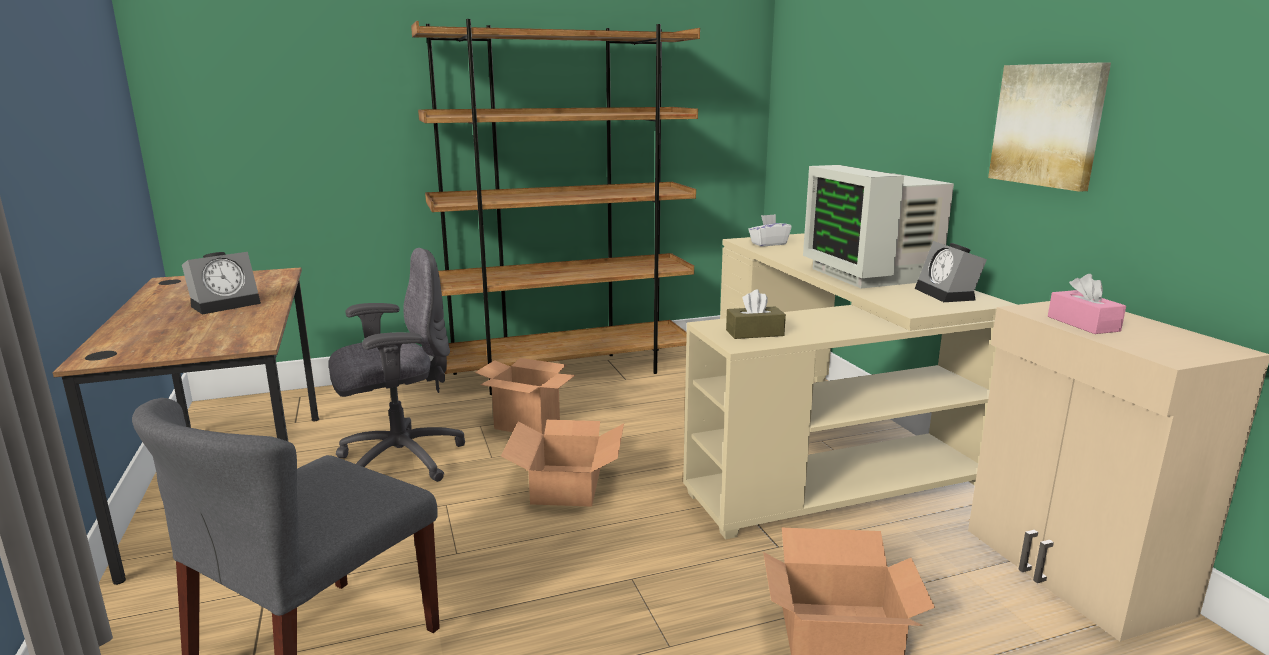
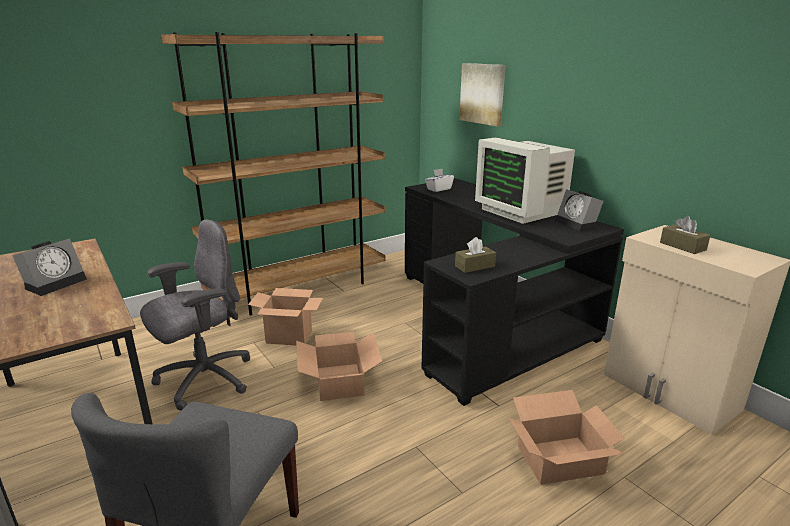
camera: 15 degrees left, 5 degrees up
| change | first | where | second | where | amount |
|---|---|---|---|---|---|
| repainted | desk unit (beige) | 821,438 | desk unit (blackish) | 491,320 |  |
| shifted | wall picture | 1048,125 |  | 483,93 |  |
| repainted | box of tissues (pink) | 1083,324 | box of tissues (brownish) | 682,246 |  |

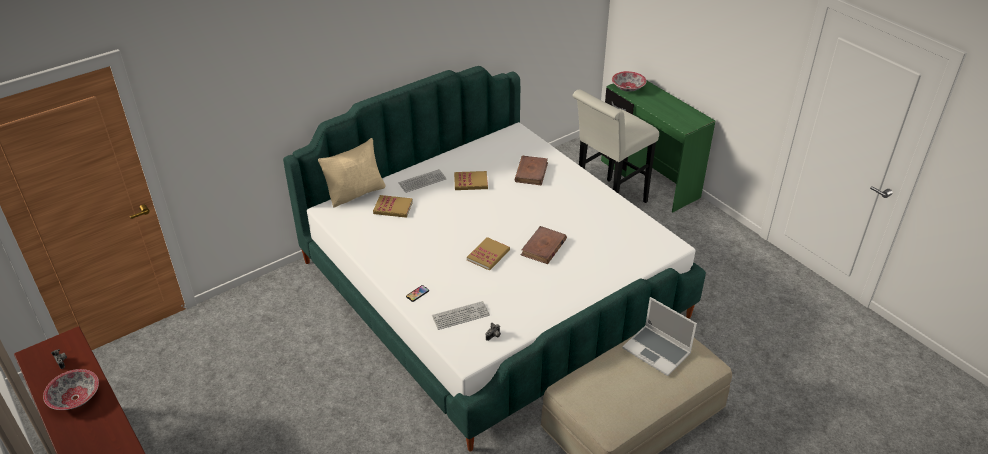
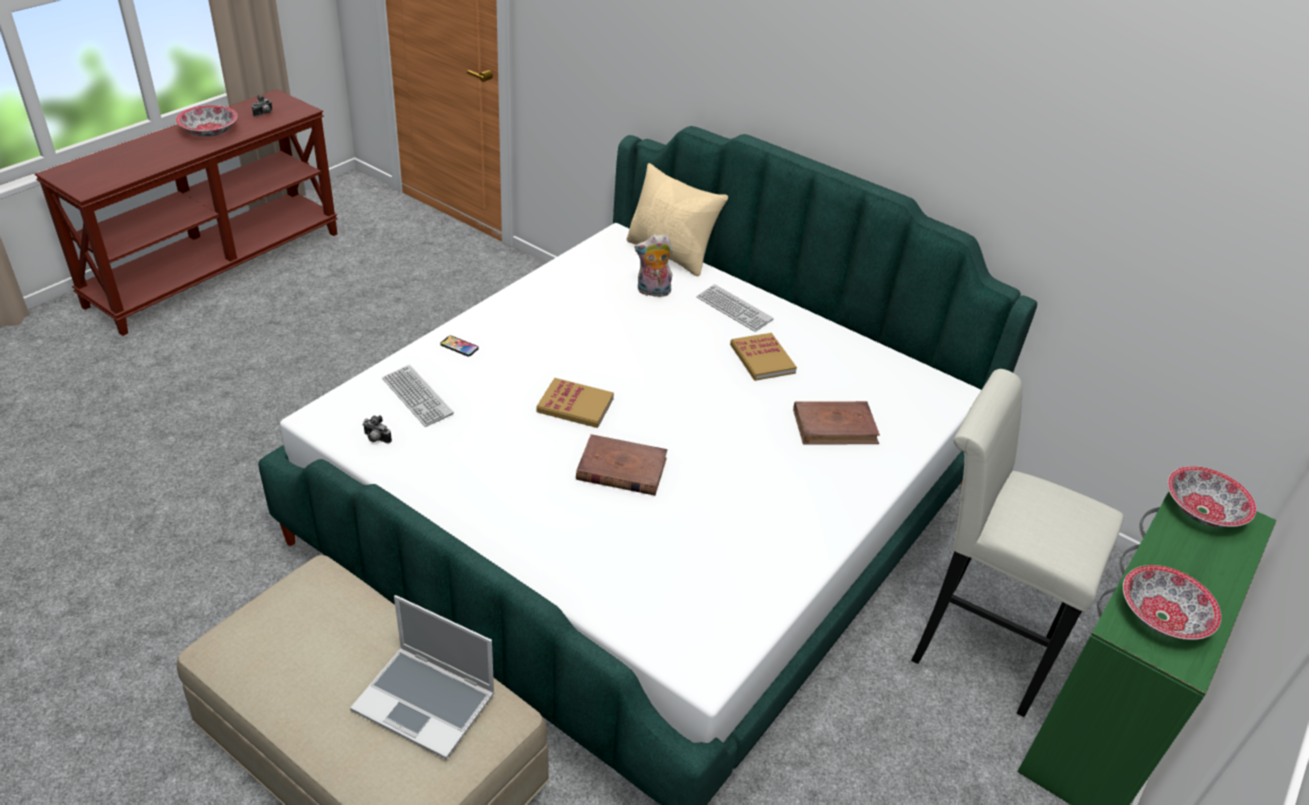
camera: 70 degrees right, 0 degrees up
| change | first | where | second | where | amount |
|---|---|---|---|---|---|
| rotated | portable computer | 657,351 |  | 427,702 | 90 degrees counterclockwise |
| swapped | book | 393,208 | soft toy | 652,292 |  |
| new |  |  | bowl | 1161,616 |  |

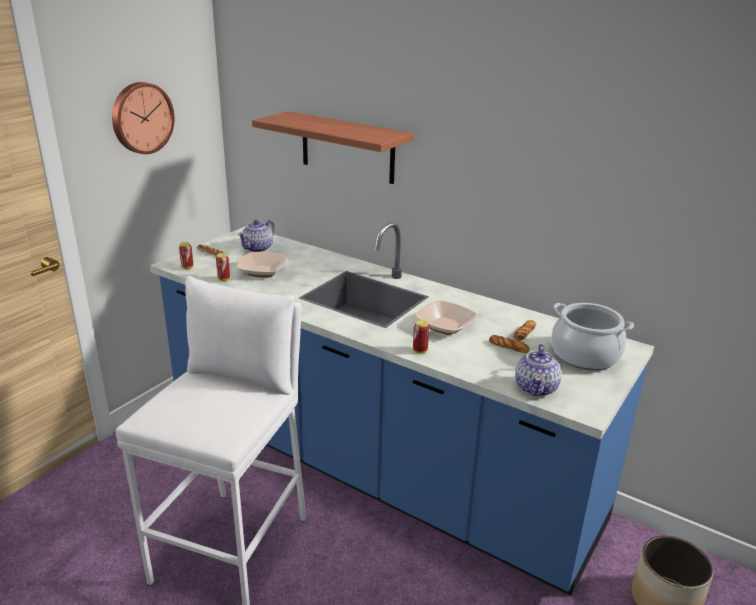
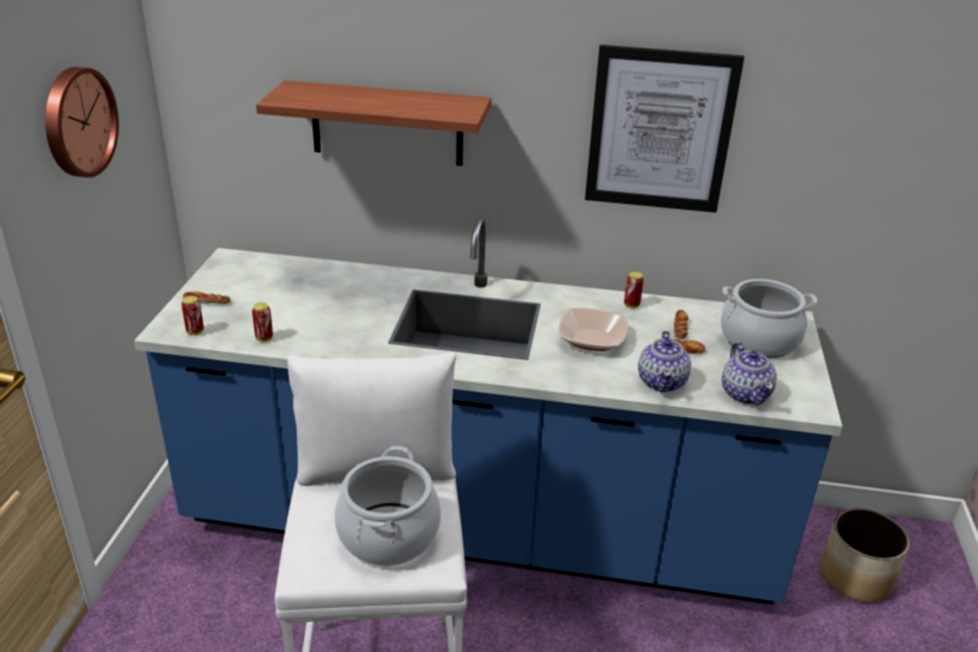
camera: 25 degrees left, 5 degrees up
| change | first | where | second | where | amount |
|---|---|---|---|---|---|
| new |  |  | saucepot | 388,534 |  |
| new |  |  | wall picture | 660,130 |  |
| shifted | sealed can | 420,351 |  | 631,305 |  |
| shifted | pot for tea | 258,248 |  | 662,381 |  |
| gone | bowl | 262,271 |  |  |  |

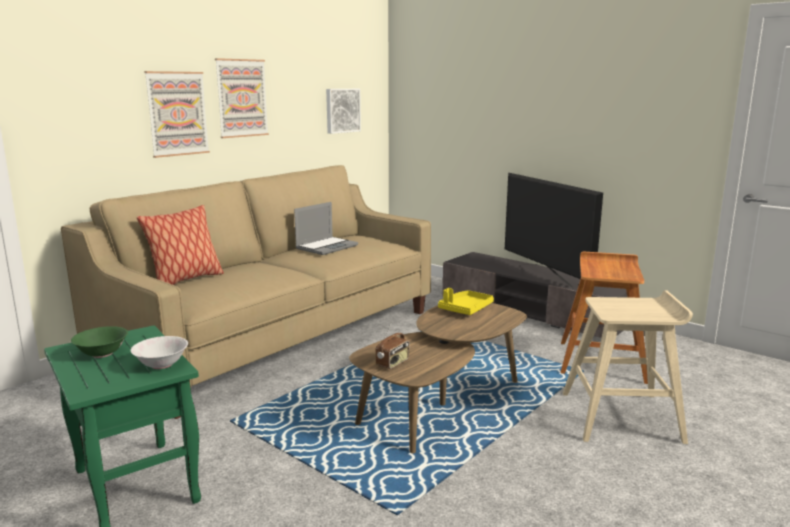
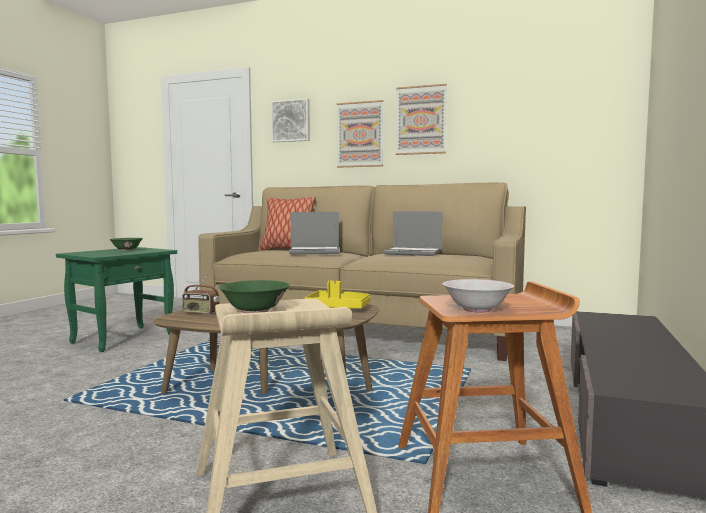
camera: 70 degrees right, 10 degrees down
| change | first | where | second | where | amount |
|---|---|---|---|---|---|
| new |  |  | bowl (green) | 255,311 |  |
| shifted | wall picture | 342,110 |  | 291,121 |  |
| new |  |  | portable computer | 315,252 |  |
| shifted | bowl (whitish) | 161,364 |  | 476,309 |  |
| gone | TV | 545,275 |  |  |  |

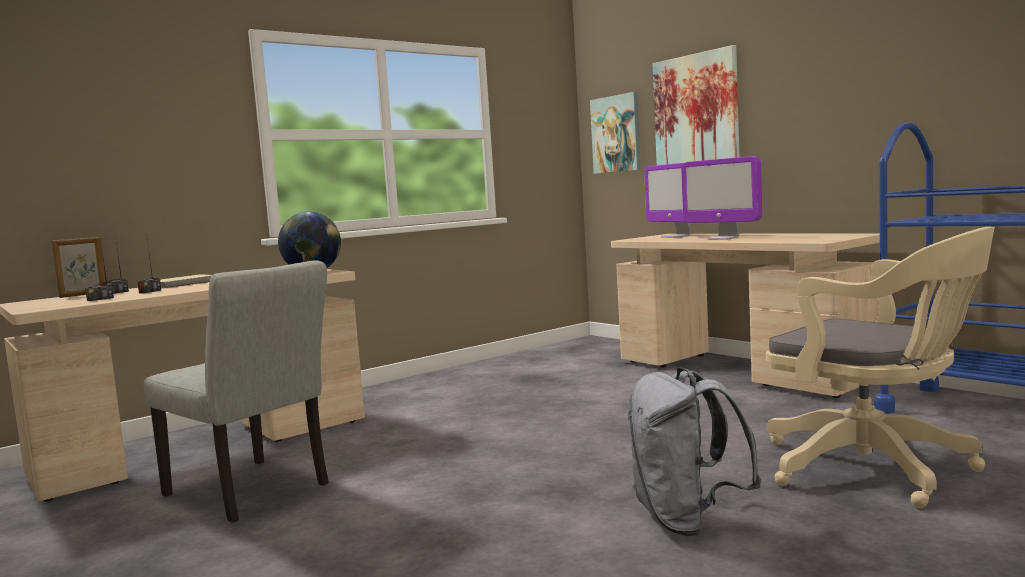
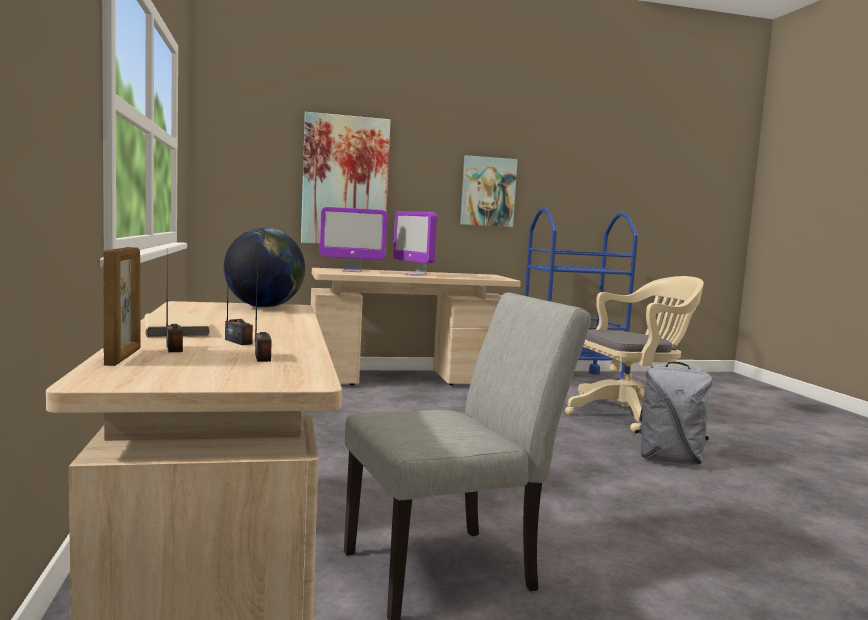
camera: 65 degrees left, 0 degrees up
| change | first | where | second | where | amount |
|---|---|---|---|---|---|
| rotated | computer screen | 723,238 |  | 413,274 | 75 degrees clockwise |
| shifted | wall picture | 616,134 |  | 488,191 |  |

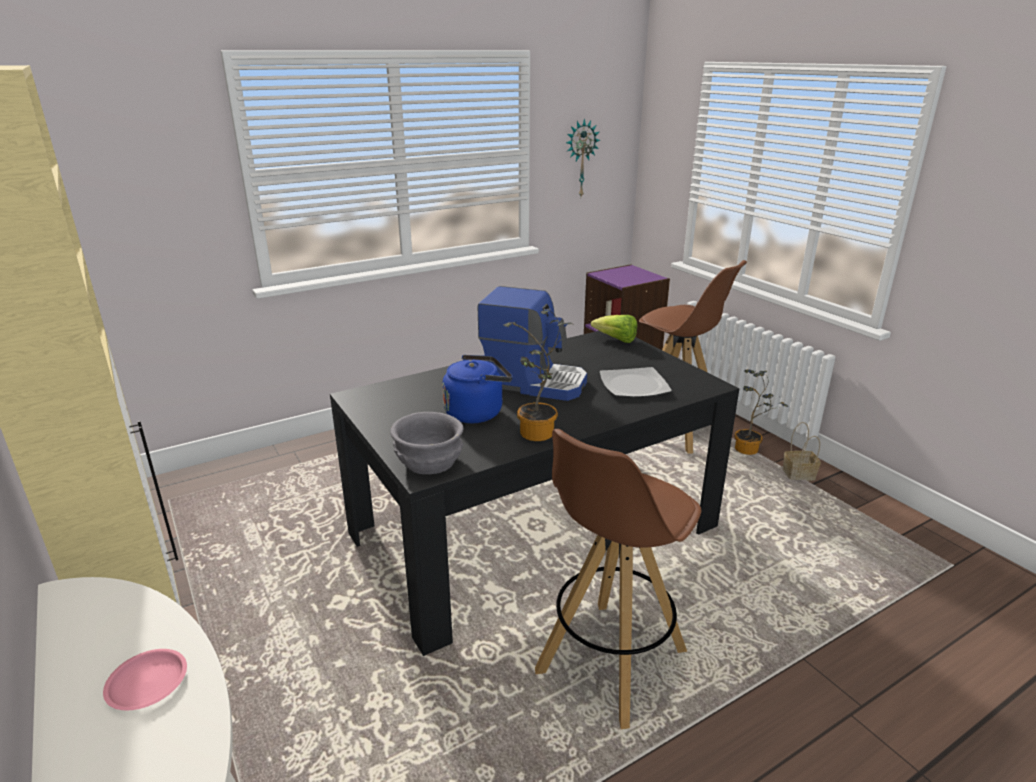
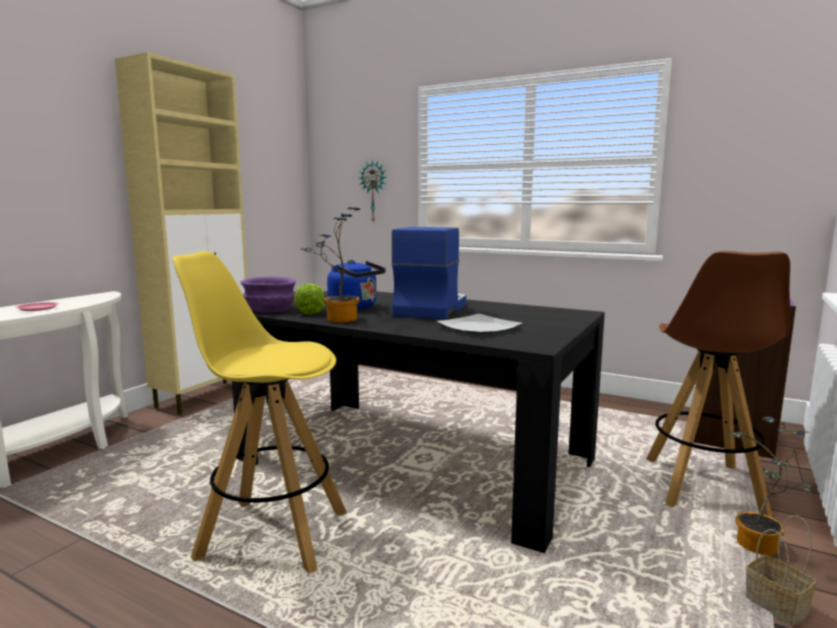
camera: 60 degrees right, 15 degrees down
| change | first | where | second | where | amount |
|---|---|---|---|---|---|
| repainted | stool seat (brownish) | 610,662 | stool seat (yellowish) | 271,534 |  |
| repainted | bowl (greyish) | 428,462 | bowl (purple-coloured) | 270,309 |  |
| shifted | lettuce head | 616,340 |  | 311,312 |  |
| shifted | clock on the wall | 580,158 |  | 374,191 |  |
| rotated | coffee brewer | 533,382 |  | 430,309 | 150 degrees counterclockwise |

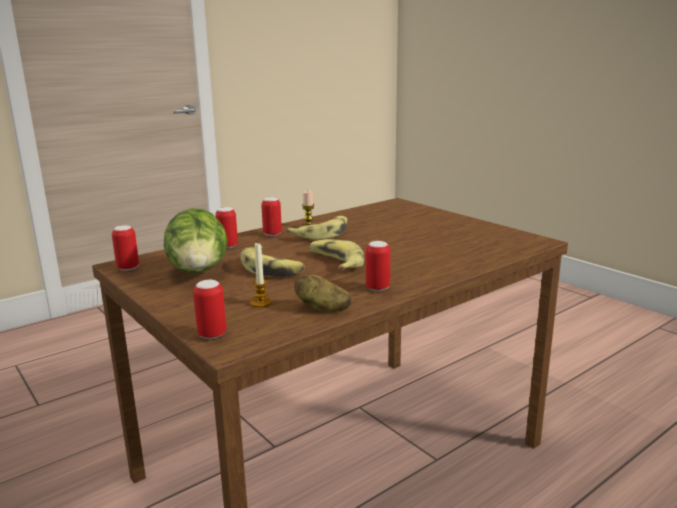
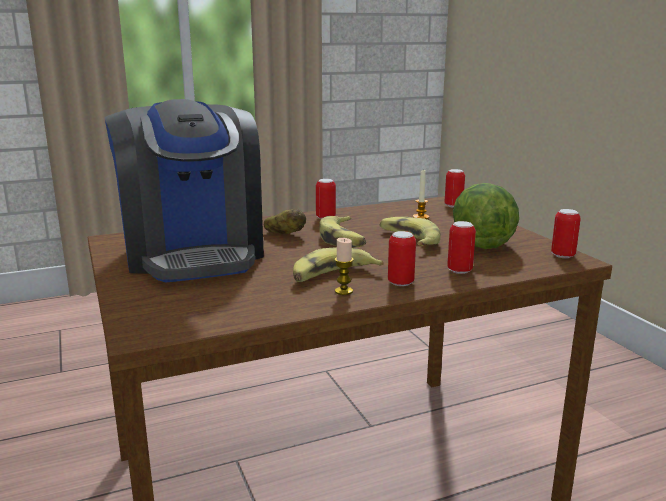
camera: 165 degrees left, 0 degrees up
| change | first | where | second | where | amount |
|---|---|---|---|---|---|
| new |  |  | coffee brewer | 194,253 |  |
| shifted | potato | 322,308 |  | 285,234 |  |

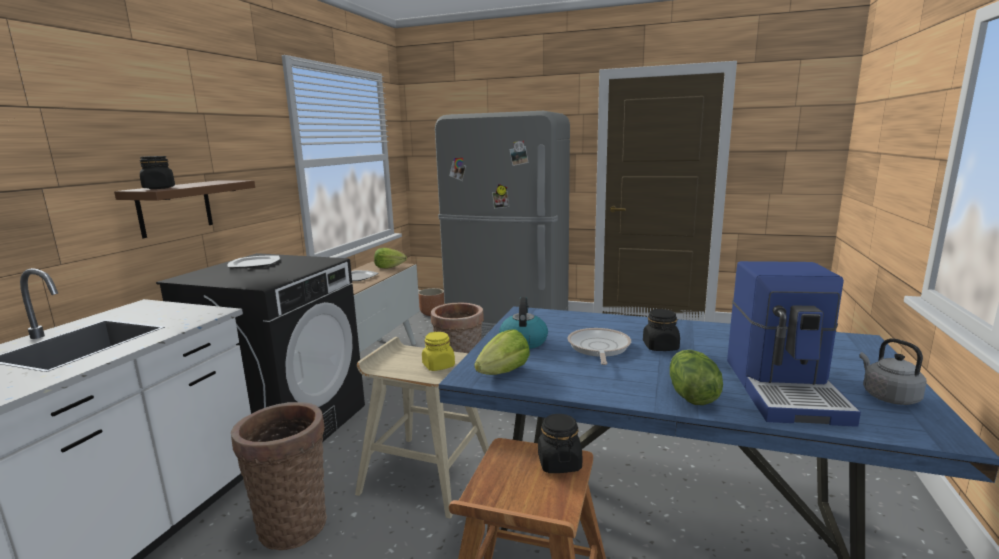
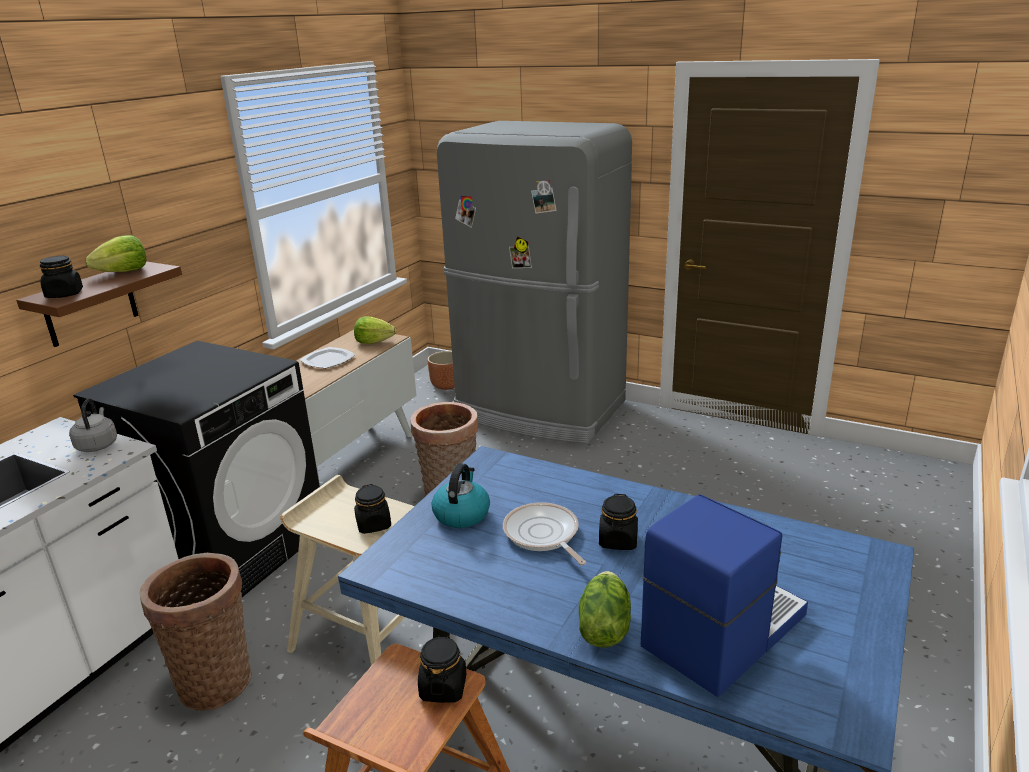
camera: 10 degrees right, 10 degrees up
| change | first | where | second | where | amount |
|---|---|---|---|---|---|
| shifted | kettle (greyish) | 887,396 |  | 98,445 |  |
| shifted | lettuce head | 504,372 |  | 123,272 |  |
| repainted | preserve jar (yellowish) | 438,366 | preserve jar (blackish) | 374,524 |  |
| rotated | frying pan | 598,348 |  | 543,535 | 45 degrees counterclockwise |
| rotated | coffee brewer | 785,389 |  | 721,630 | 150 degrees counterclockwise |
| gone | flat dish | 254,264 |  |  |  |

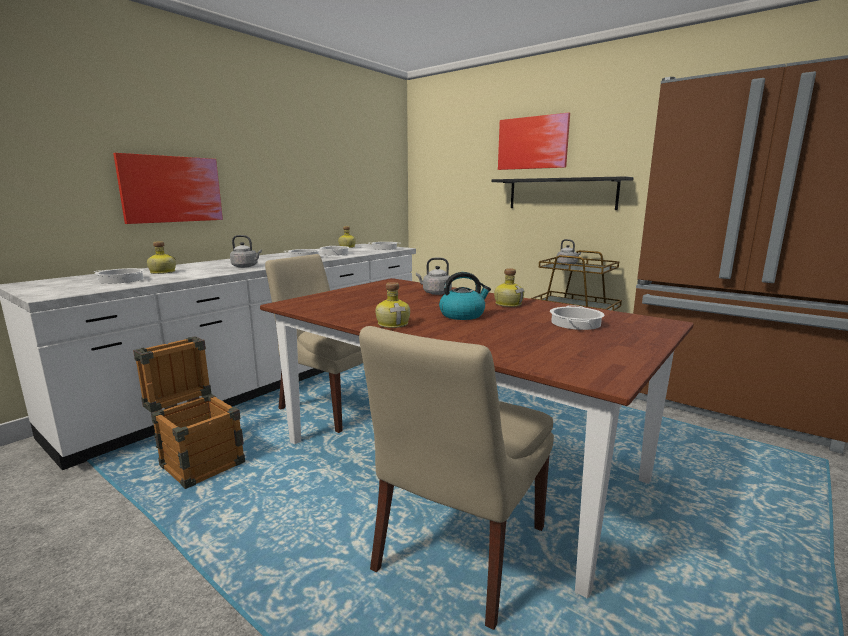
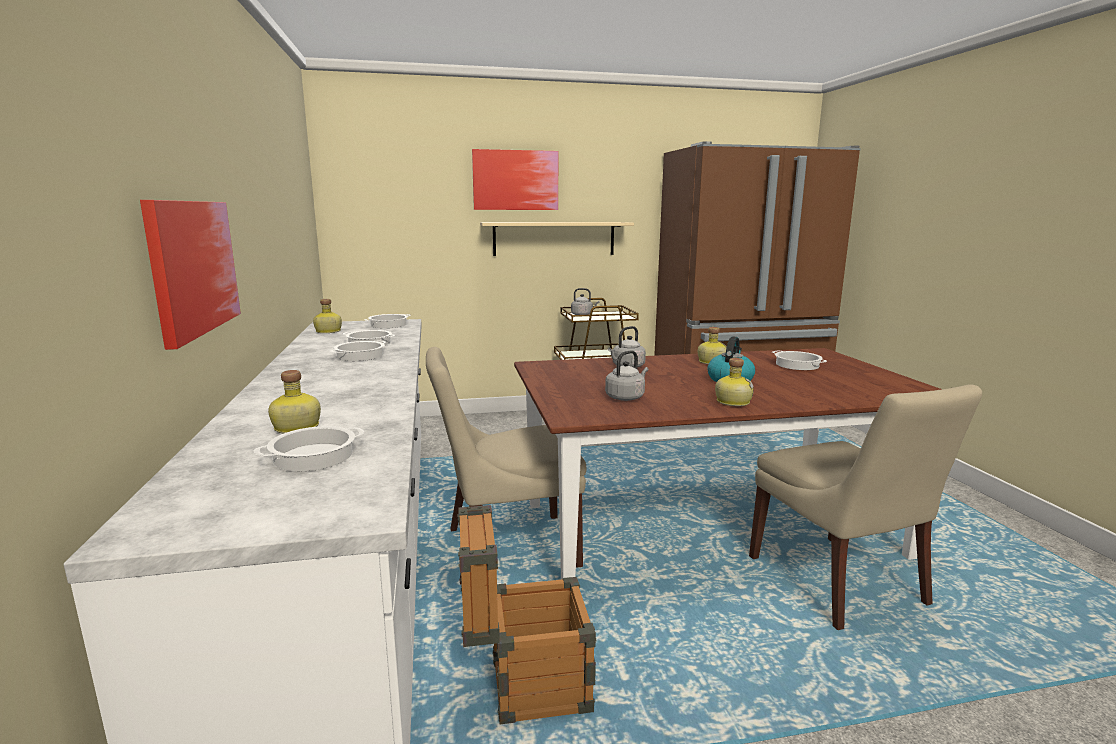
camera: 50 degrees left, 0 degrees up
| change | first | where | second | where | amount |
|---|---|---|---|---|---|
| repainted | wall shelf (blackish) | 561,194 | wall shelf (beige) | 554,238 |  |
| shifted | kettle (greyish) | 246,266 |  | 626,397 |  |

